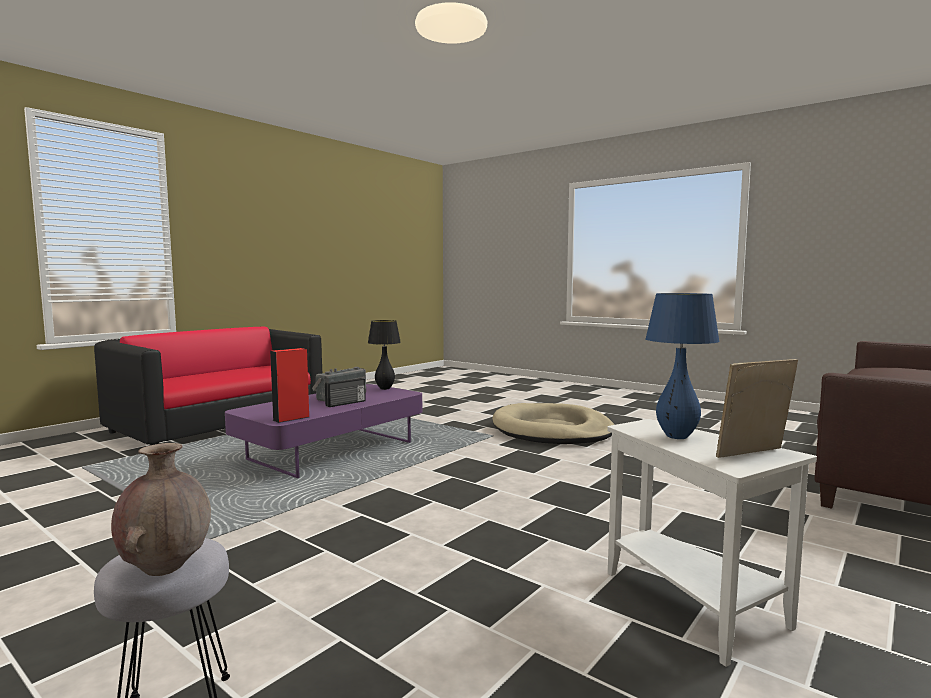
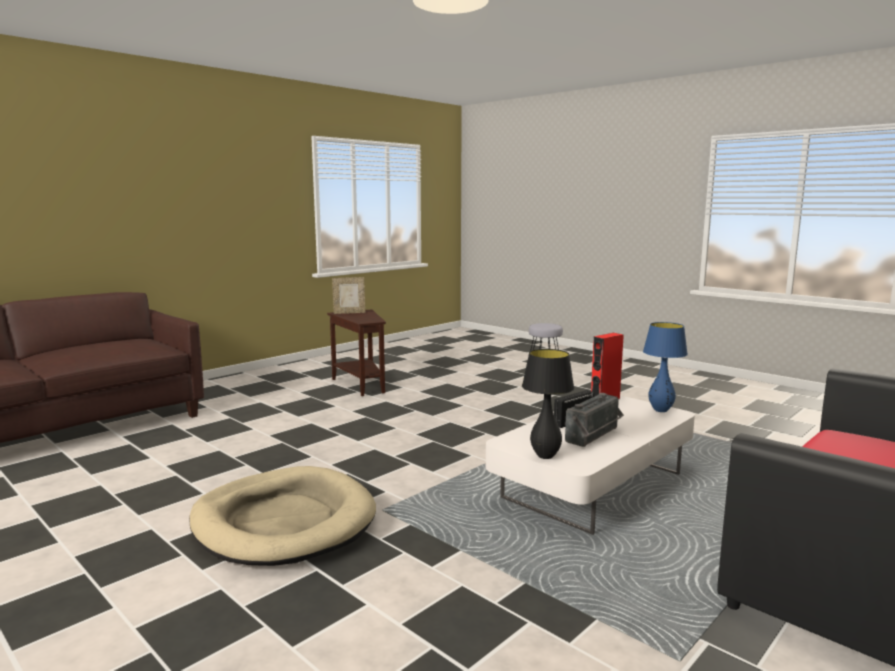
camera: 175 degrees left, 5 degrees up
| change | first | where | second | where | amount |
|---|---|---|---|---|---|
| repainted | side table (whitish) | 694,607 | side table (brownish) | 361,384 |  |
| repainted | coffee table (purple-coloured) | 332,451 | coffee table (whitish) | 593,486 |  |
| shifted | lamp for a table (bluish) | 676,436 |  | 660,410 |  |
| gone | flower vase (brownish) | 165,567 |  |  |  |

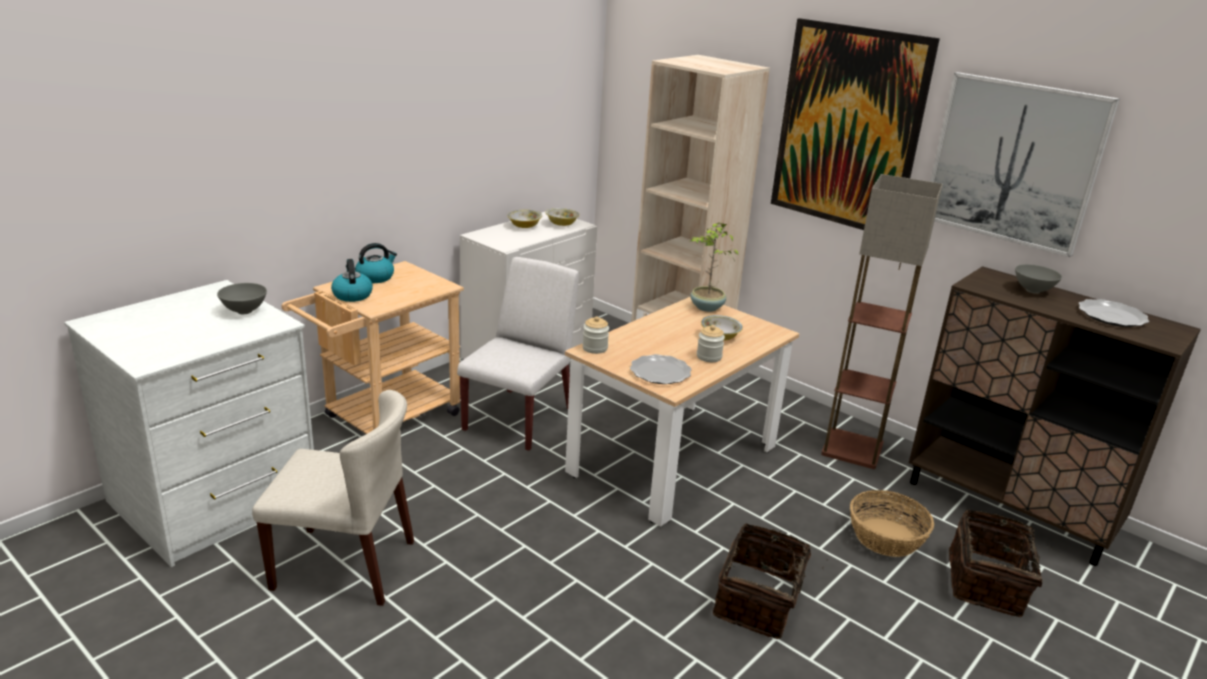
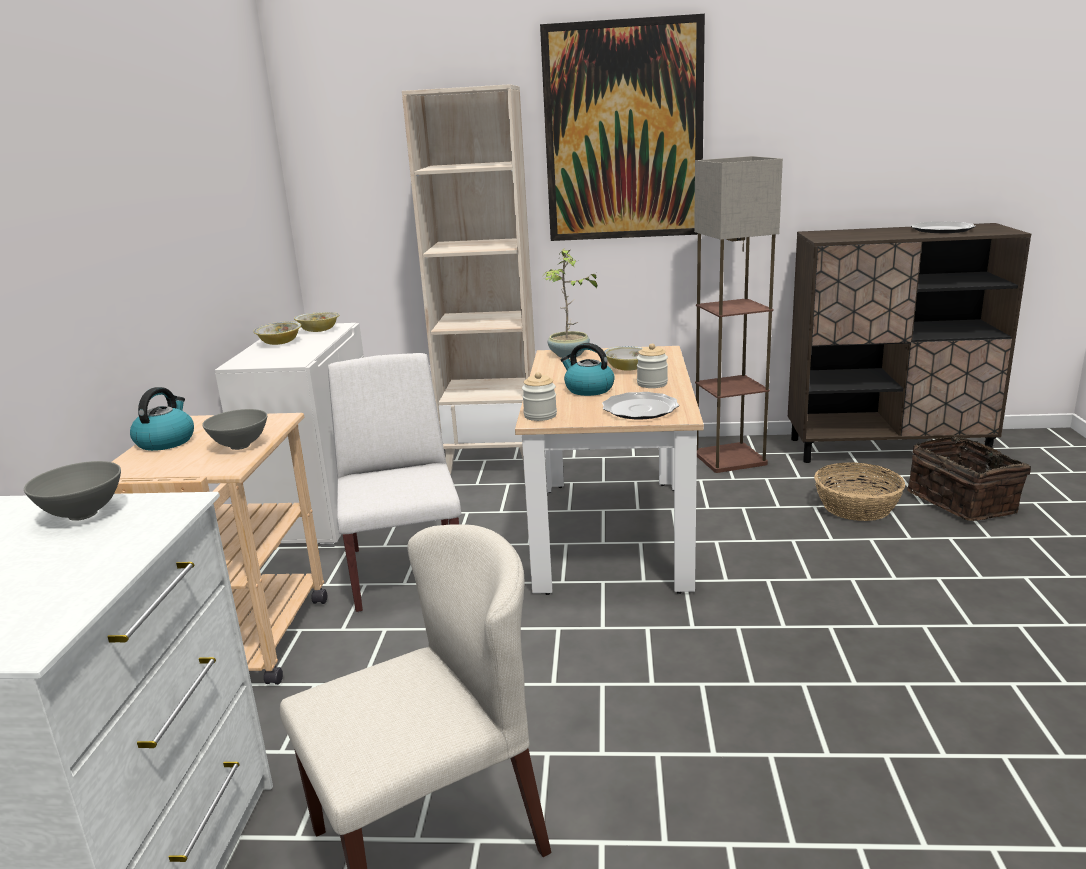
camera: 35 degrees left, 5 degrees down
| change | first | where | second | where | amount |
|---|---|---|---|---|---|
| shifted | bowl (greyish) | 1032,290 |  | 239,446 |  |
| shifted | kettle | 352,295 |  | 588,389 |  |
| gone | basket | 759,602 |  |  |  |
| gone | wall picture | 1014,162 |  |  |  |

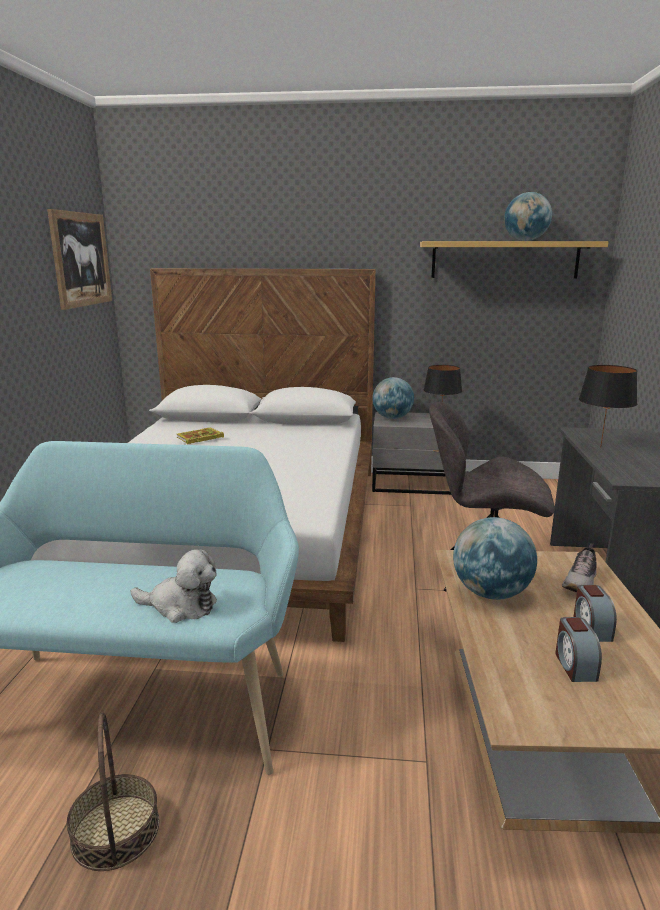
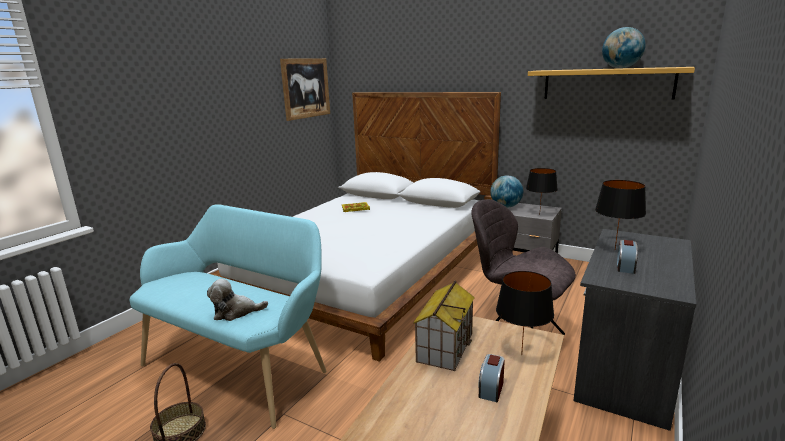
camera: 25 degrees right, 0 degrees up
| change | first | where | second | where | amount |
|---|---|---|---|---|---|
| rotated | soft toy | 180,606 |  | 236,312 | 135 degrees clockwise |
| swapped | world globe | 491,593 | miniature house | 444,347 |  |
| swapped | low shoe | 581,582 | lamp for a table (blackish) | 522,355 |  |
| shifted | alarm clock | 574,665 |  | 625,267 |  |

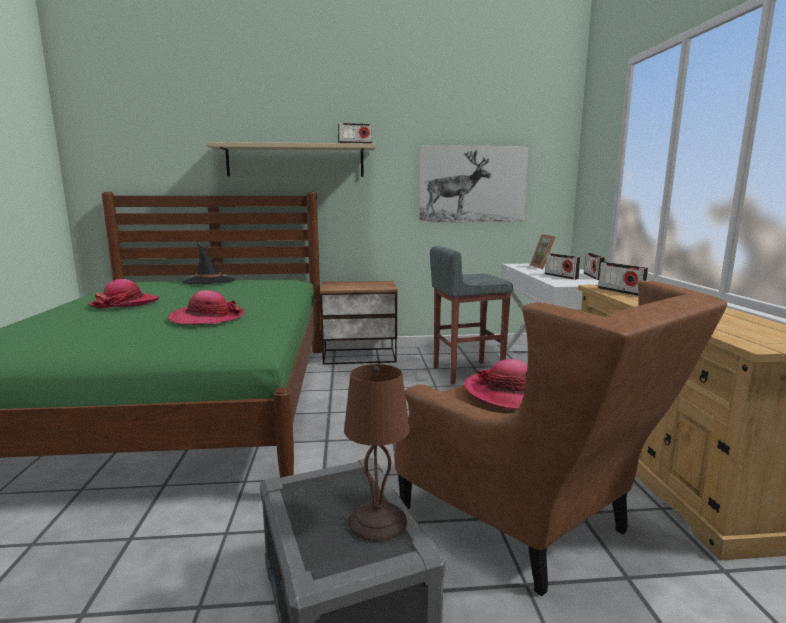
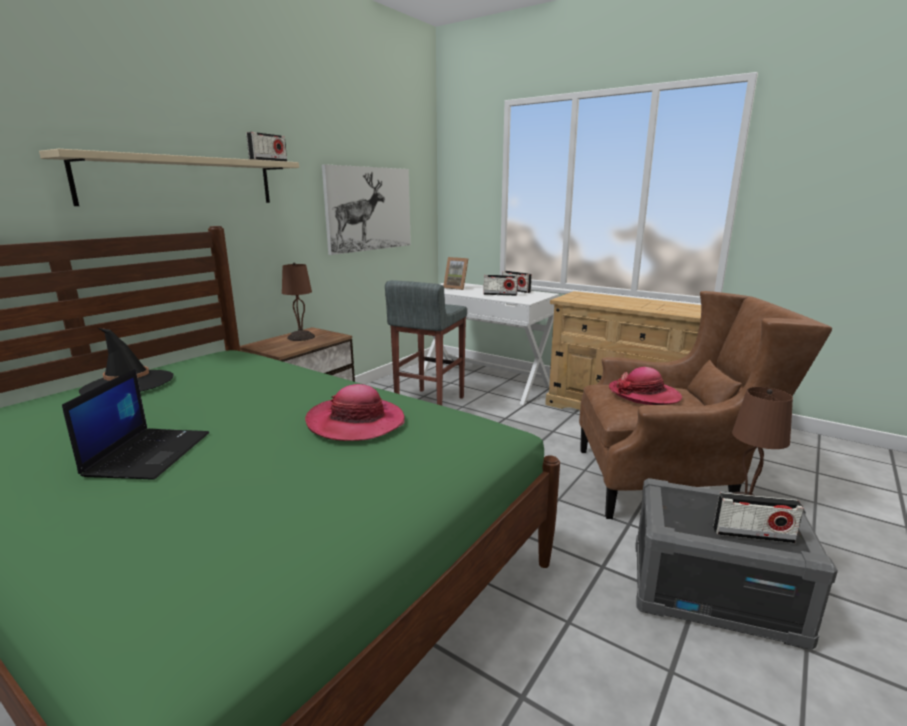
camera: 50 degrees left, 5 degrees up
| change | first | where | second | where | amount |
|---|---|---|---|---|---|
| swapped | wearable hat | 125,304 | portable computer | 148,453 |  |
| new |  |  | lamp for a table (brownish) | 301,337 |  |
| shifted | radio receiver | 620,292 |  | 753,535 |  |

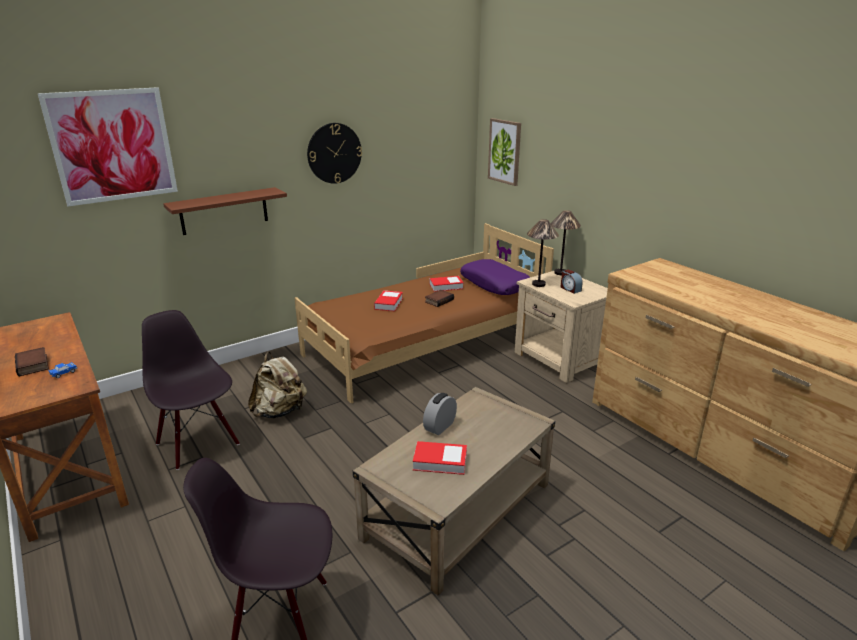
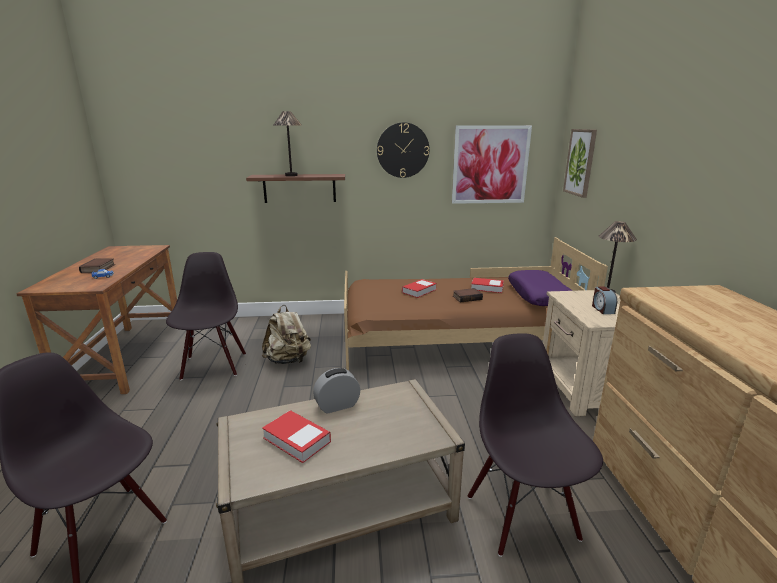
camera: 30 degrees right, 5 degrees down
| change | first | where | second | where | amount |
|---|---|---|---|---|---|
| shifted | lamp for a table | 538,284 |  | 291,175 |  |
| shifted | wall picture | 112,146 |  | 490,165 |  |
| new |  |  | plain chair (blackish) | 523,516 |  |

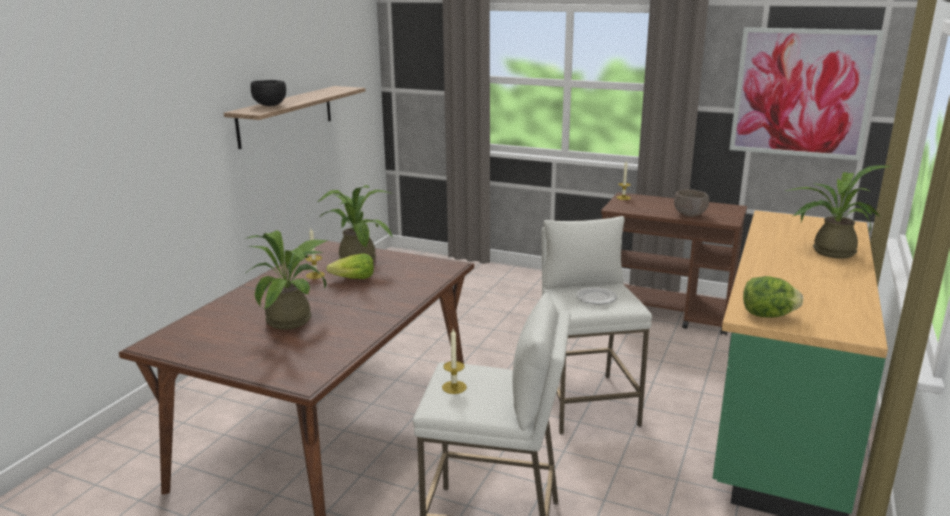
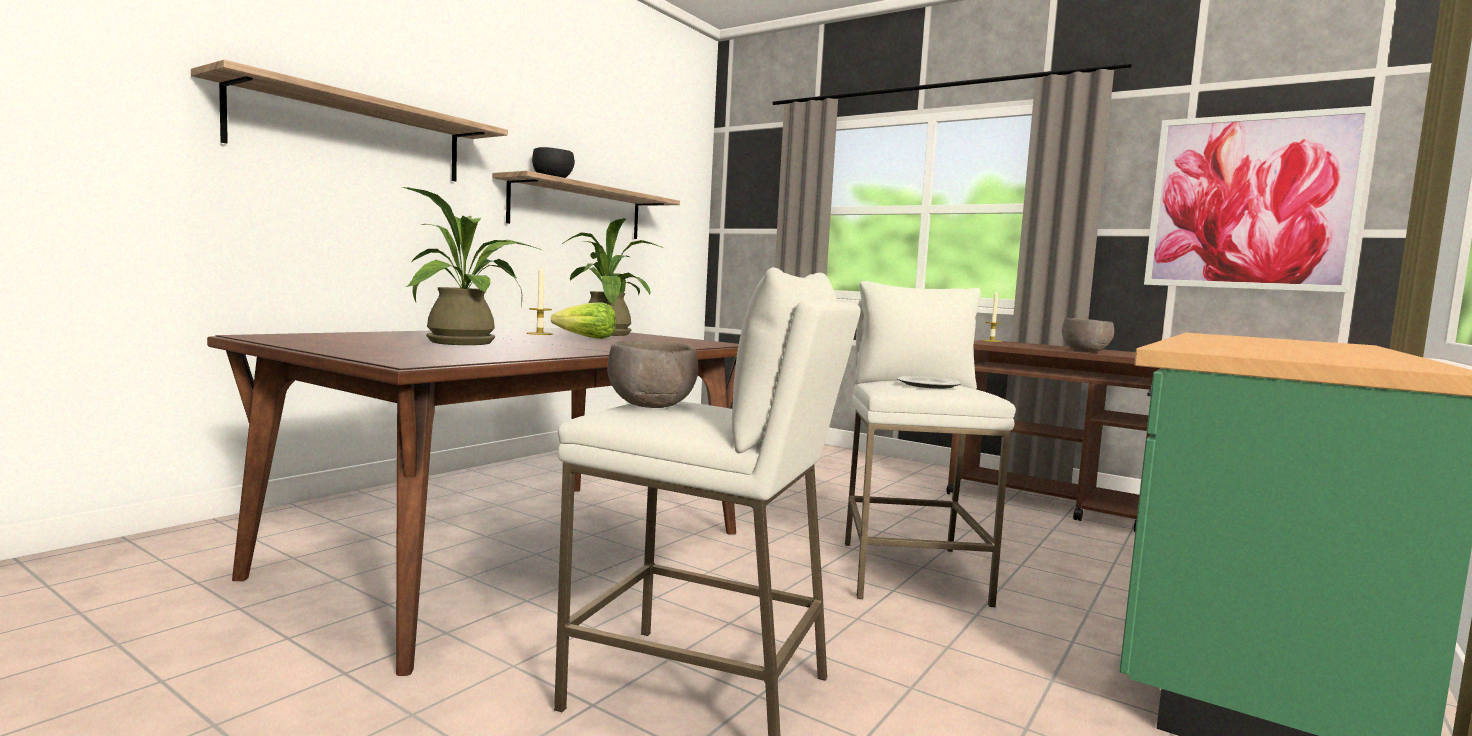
camera: 10 degrees right, 15 degrees down
| change | first | where | second | where | amount |
|---|---|---|---|---|---|
| new |  |  | wall shelf | 353,135 |  |
| swapped | wax light | 454,387 | bowl (brownish) | 650,406 |  |
| gone | lettuce head | 767,315 |  |  |  |
| gone | houseplant | 828,251 |  |  |  |

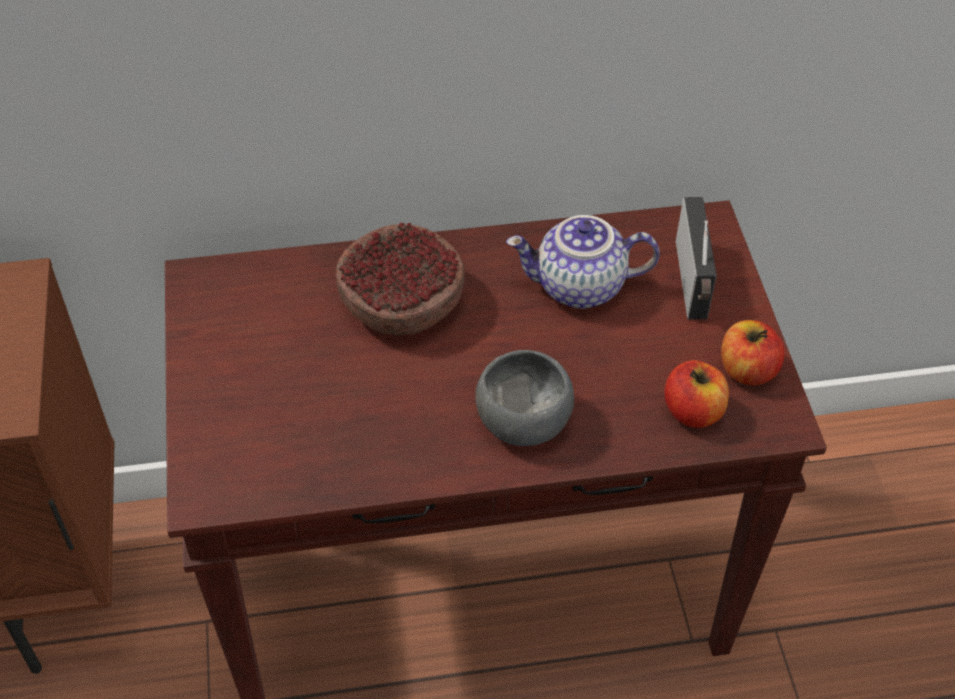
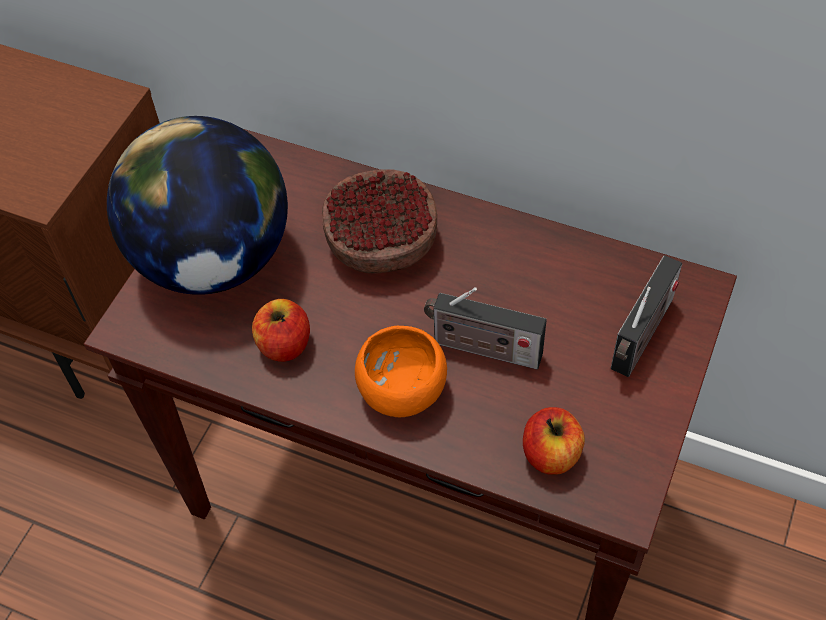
camera: 35 degrees right, 5 degrees up
| change | first | where | second | where | amount |
|---|---|---|---|---|---|
| new |  |  | world globe | 214,259 |  |
| shifted | whole apple | 747,370 |  | 284,344 |  |
| repainted | bowl (greyish) | 523,419 | bowl (orange-coloured) | 404,388 |  |
| new |  |  | radio receiver | 482,349 |  |
| gone | pot for tea | 579,288 |  |  |  |

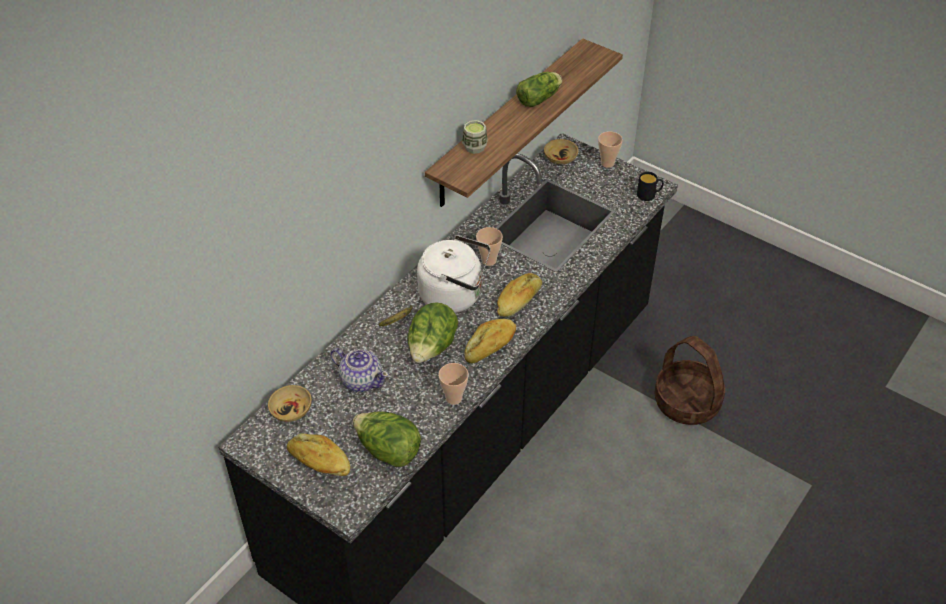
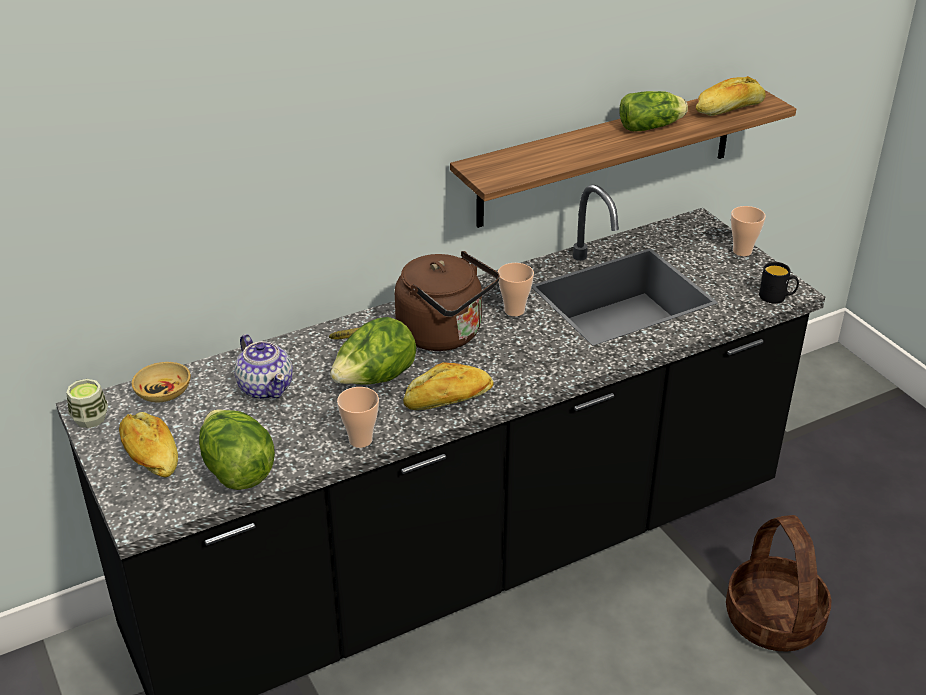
camera: 25 degrees right, 10 degrees down
| change | first | where | second | where | amount |
|---|---|---|---|---|---|
| shifted | drinking cup | 474,147 |  | 90,418 |  |
| repainted | kettle (whitish) | 455,295 | kettle (brownish) | 445,334 |  |
| shifted | bakery bread | 519,301 |  | 729,109 |  |
| gone | bowl (beige) | 560,158 |  |  |  |

